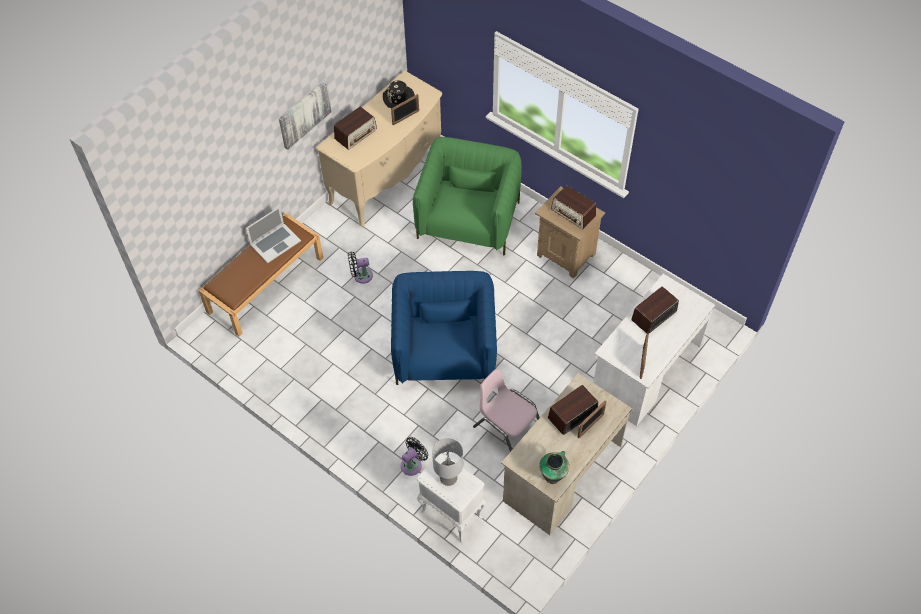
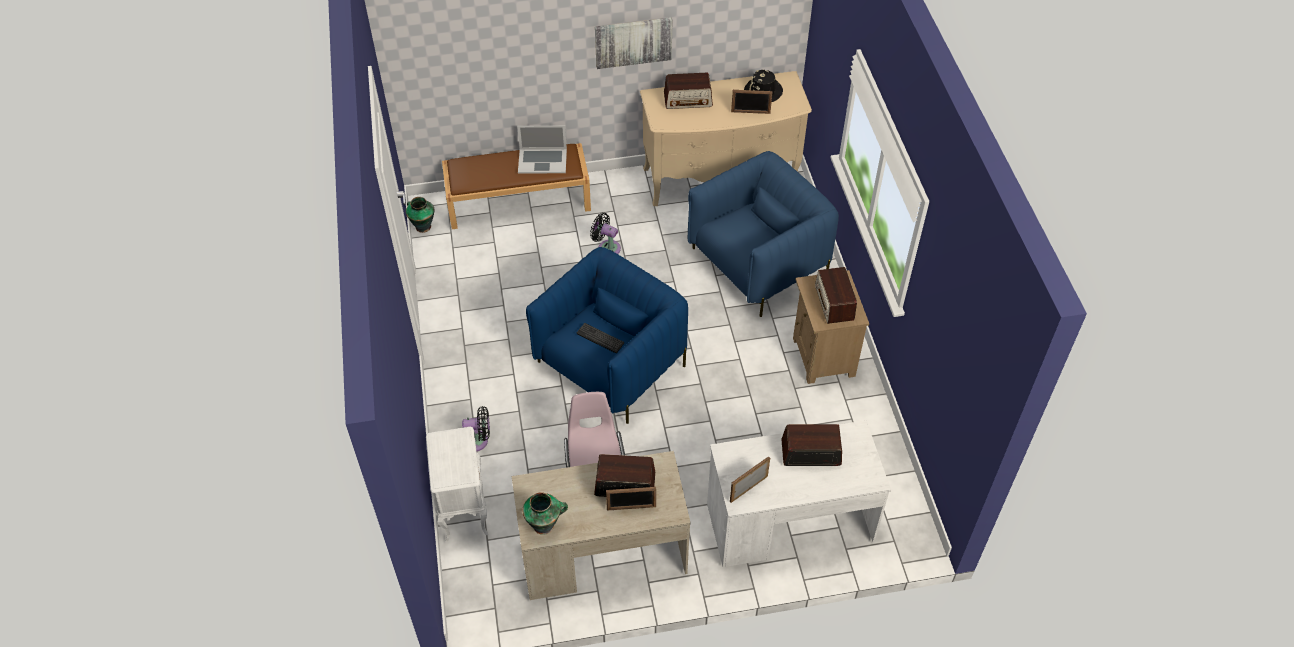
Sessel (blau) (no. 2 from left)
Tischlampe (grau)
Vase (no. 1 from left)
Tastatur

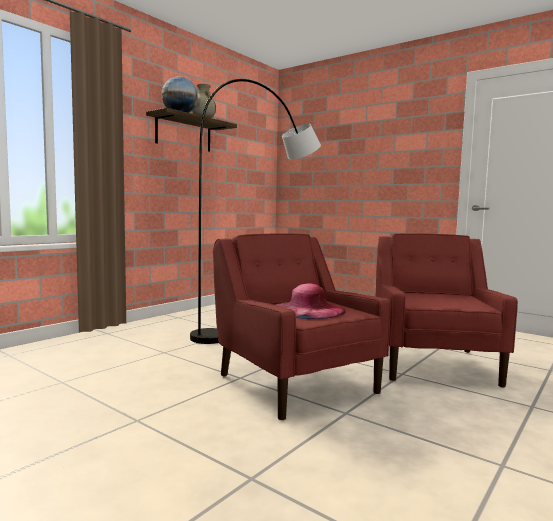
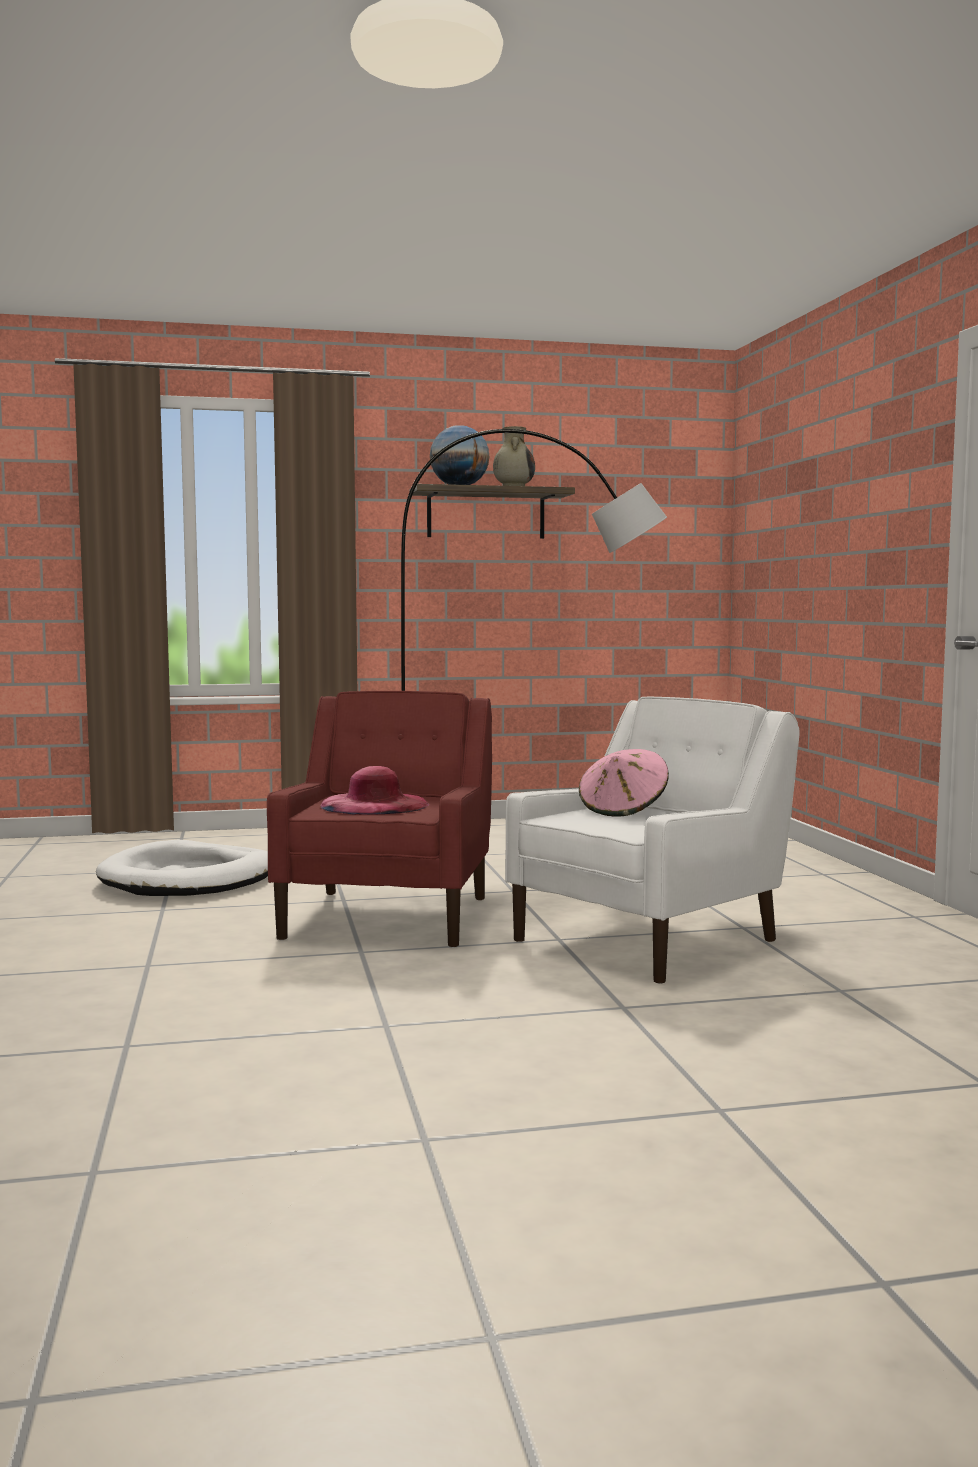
Sessel (weiß)
Hundebett (weiß)
Hut (rosa) (no. 2 from left)

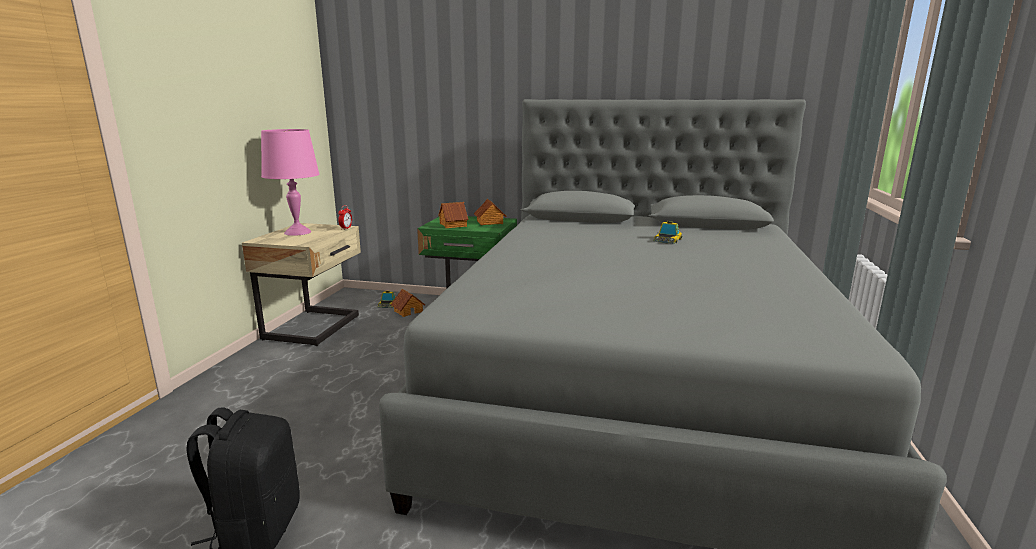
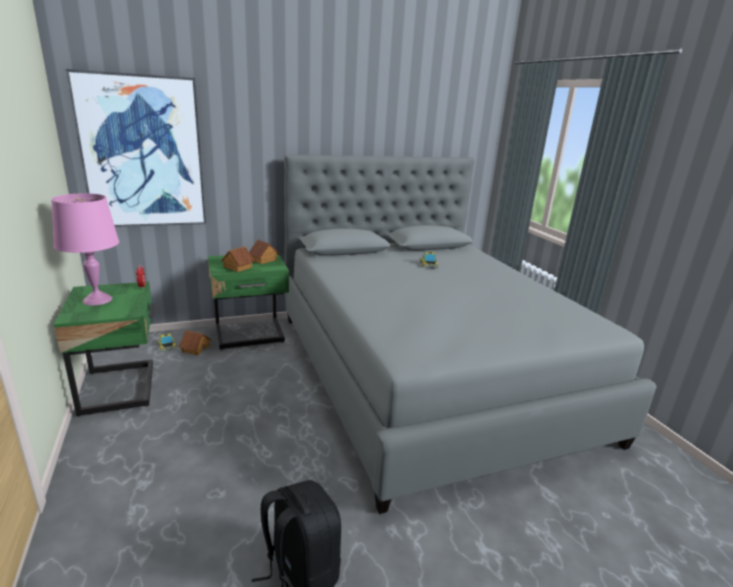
Nachttisch (grün) (no. 1 from left)
Bild

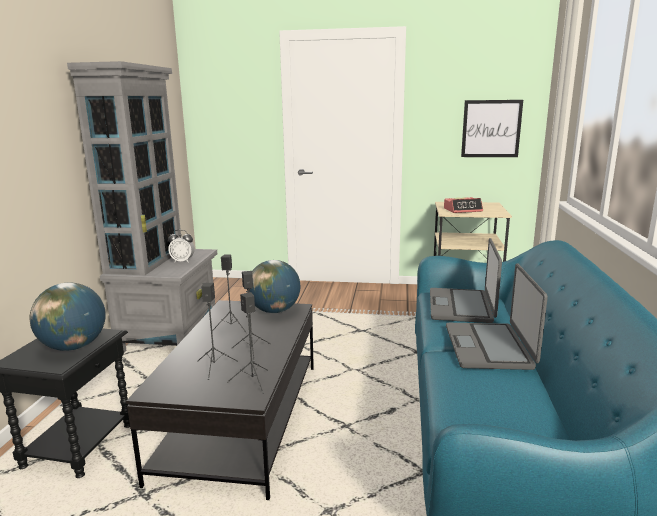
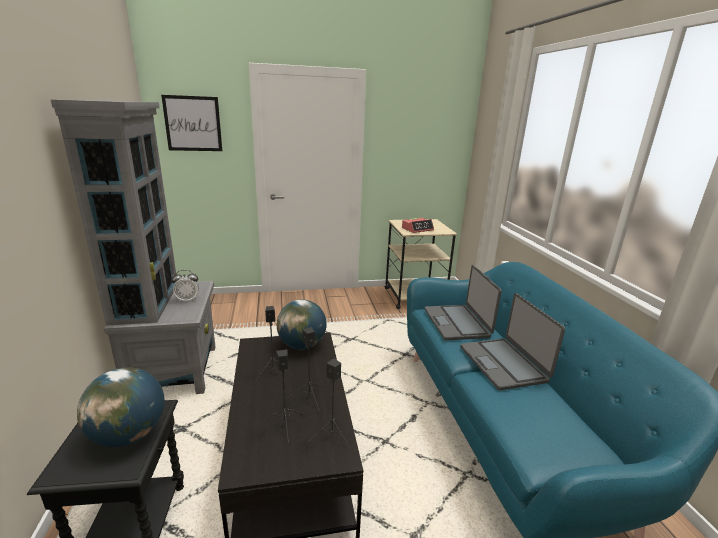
Bild

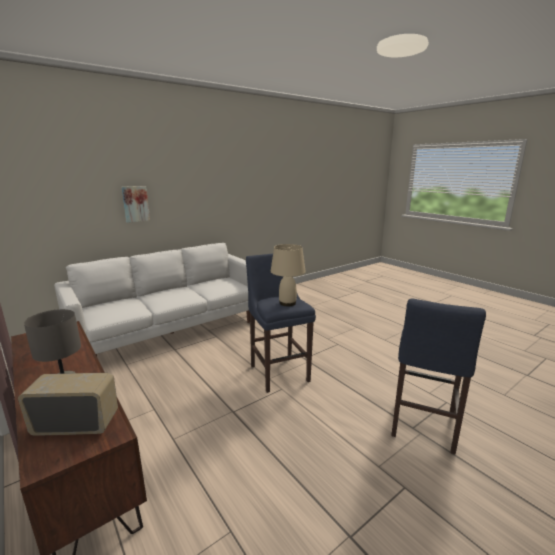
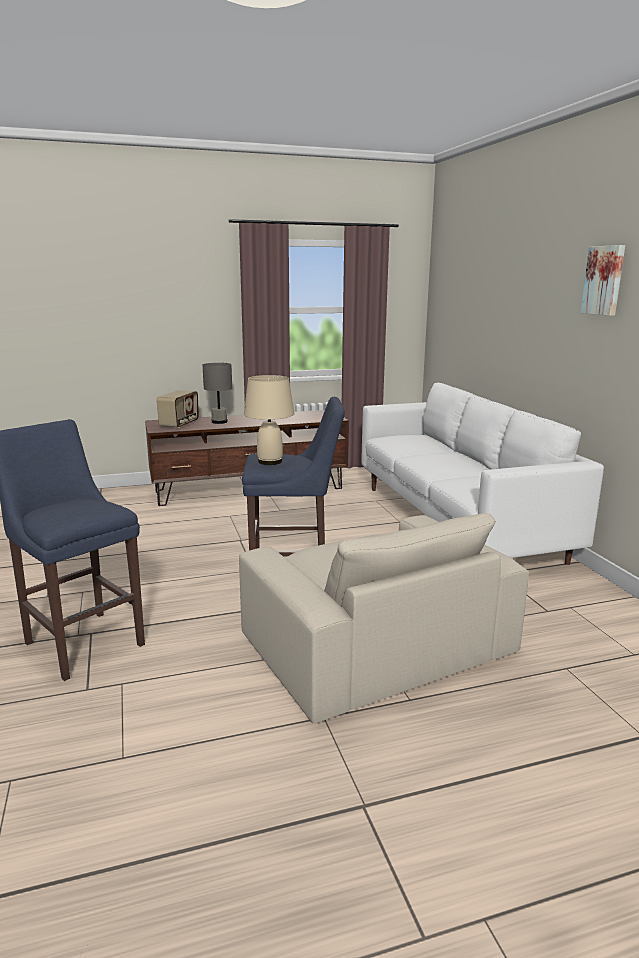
Bild
Sessel (beige)

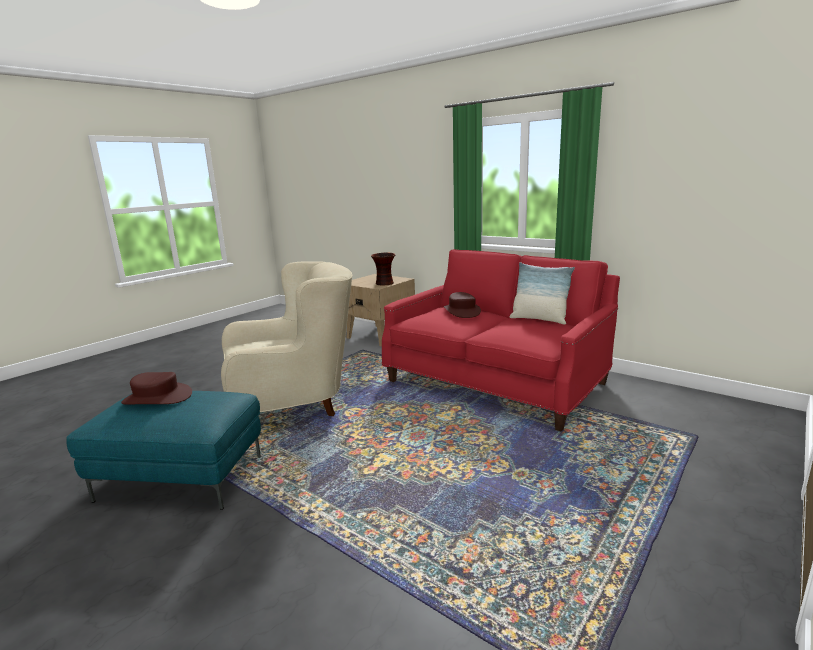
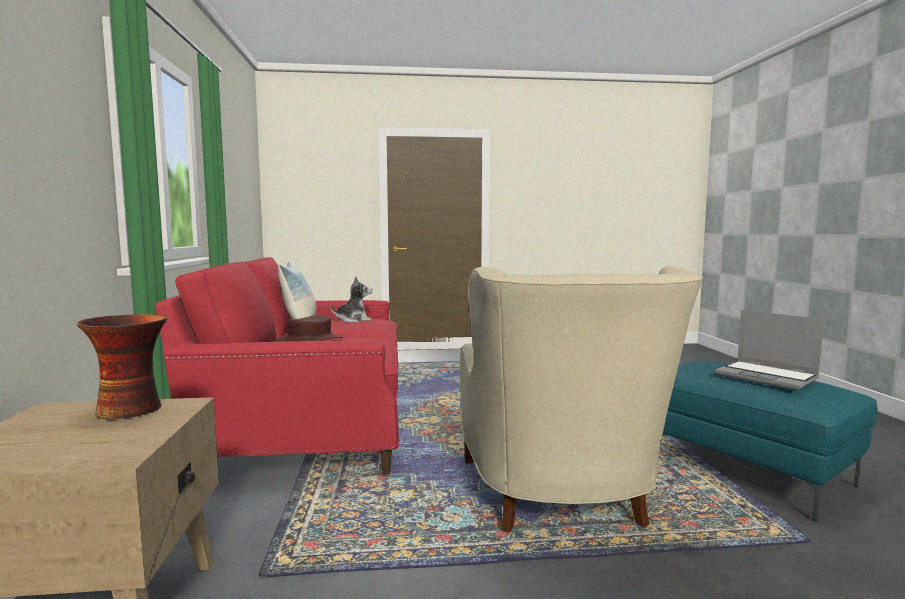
Laptop
Sessel (beige)
Plüschtier

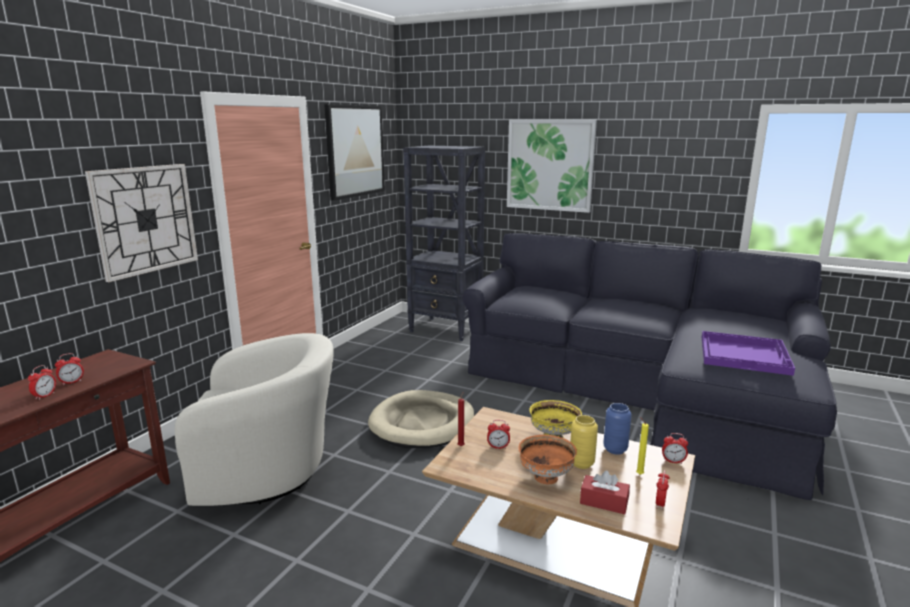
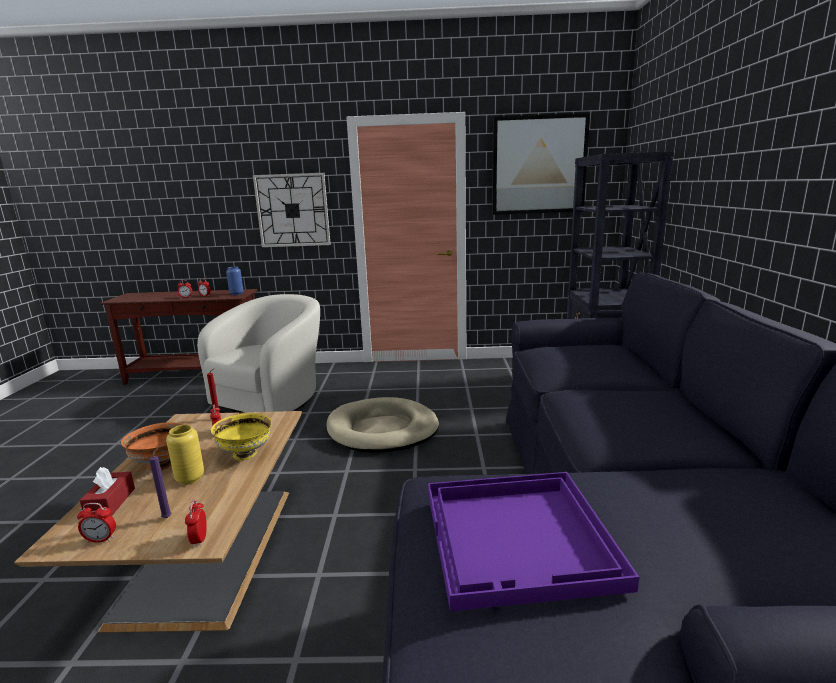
Sessel (beige)
Bild (no. 2 from left in the first image)
Vase (blau)
Kerze (lila)

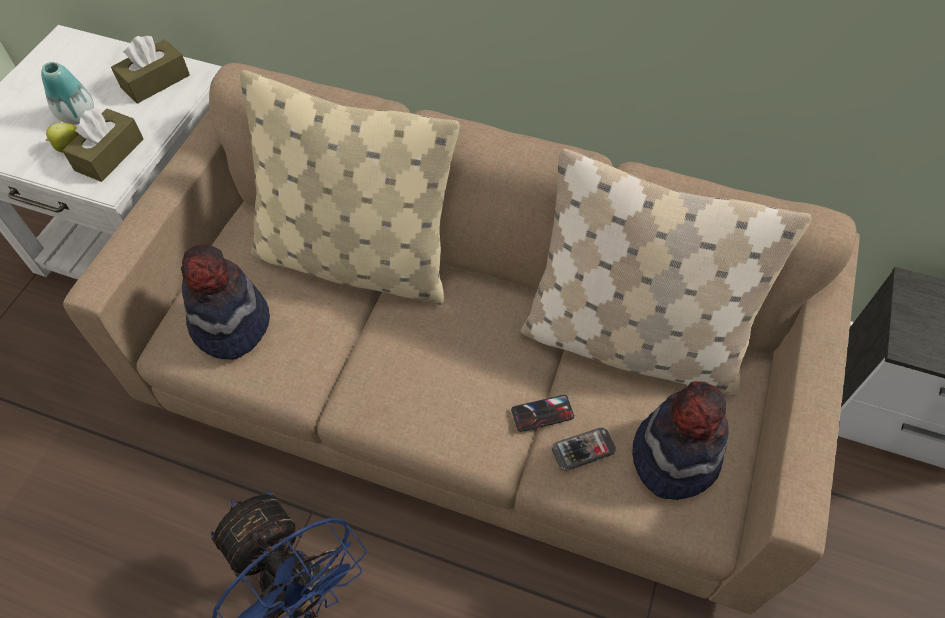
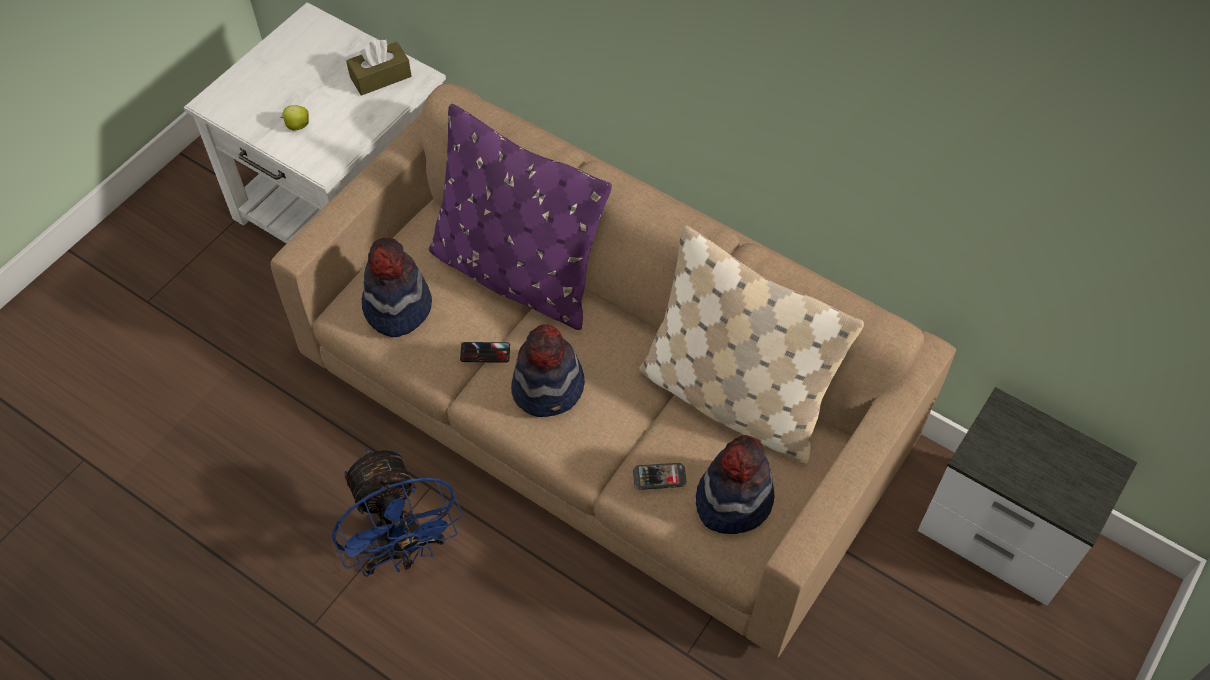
Vase
Taschentuchbox (braun) (no. 1 from left in the first image)
Kissen (lila)
Handy (no. 1 from left)
Hut (no. 2 from left)

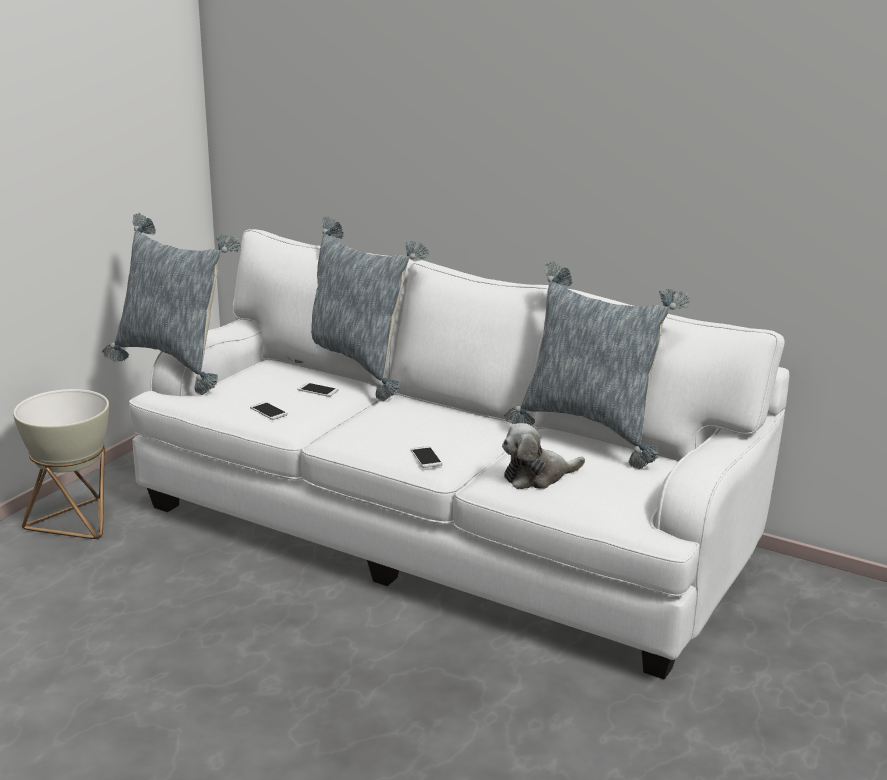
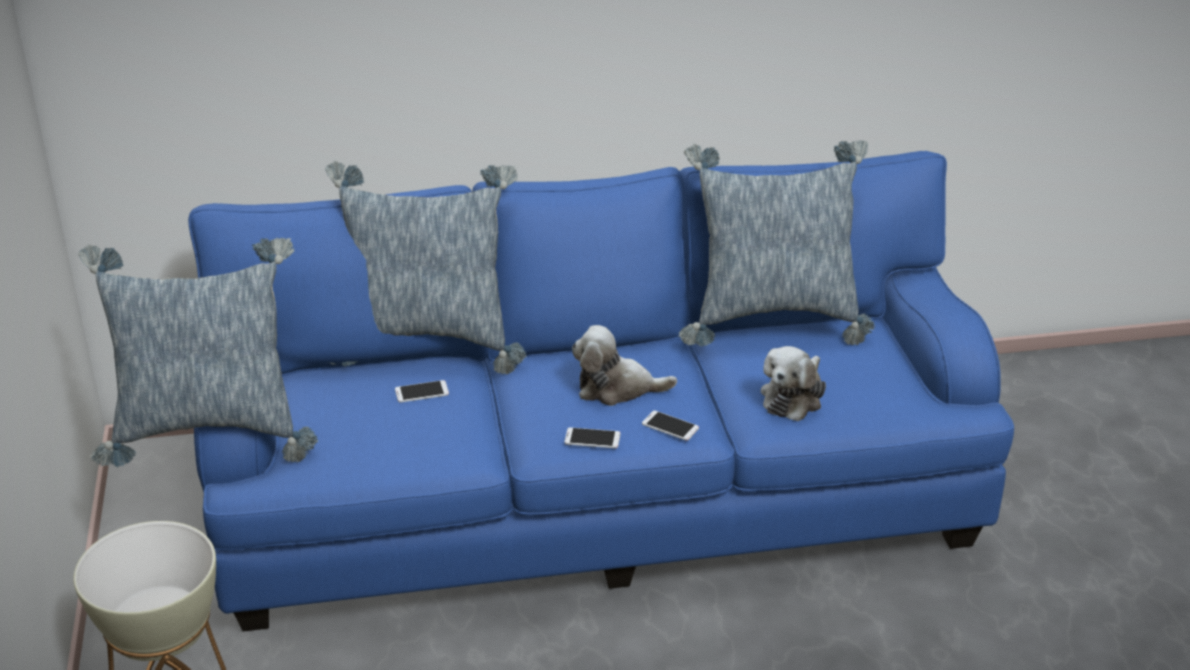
Sofa (blau)
Handy (no. 2 from left)
Plüschtier (no. 1 from left)

